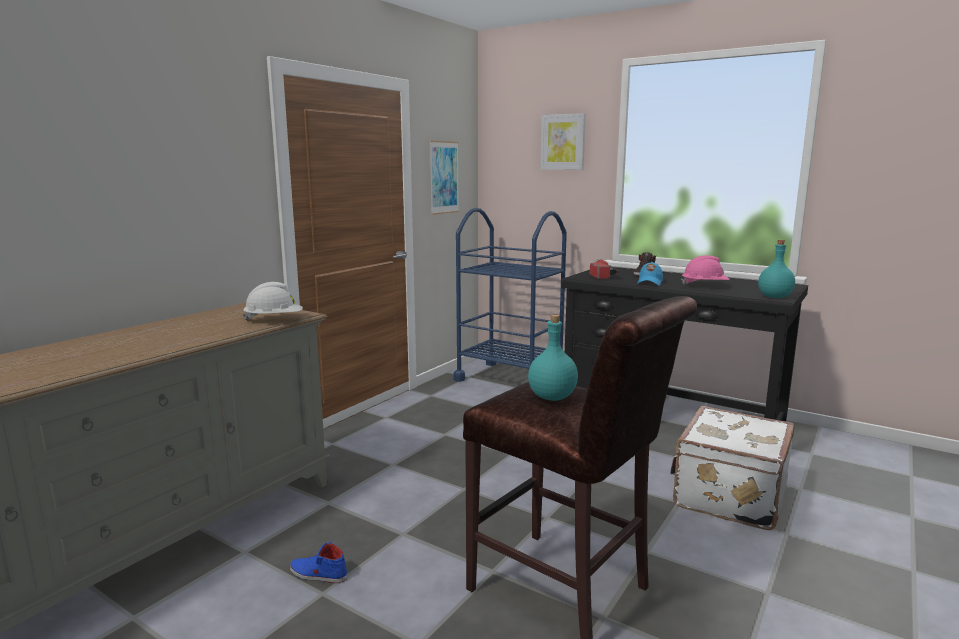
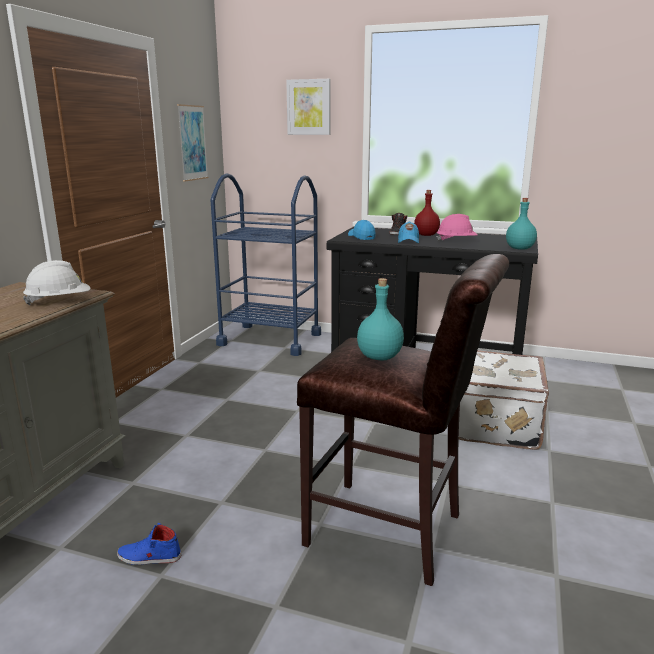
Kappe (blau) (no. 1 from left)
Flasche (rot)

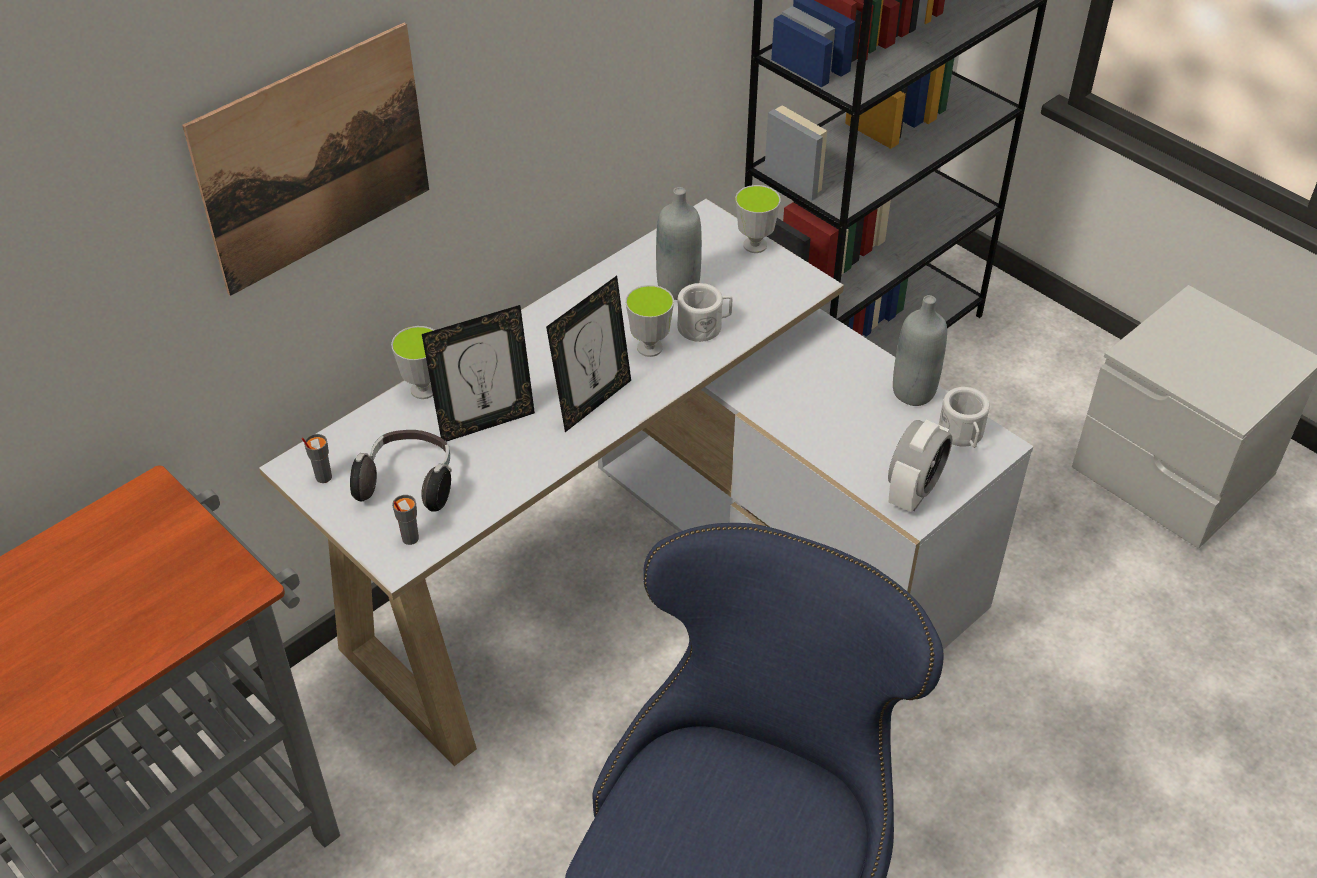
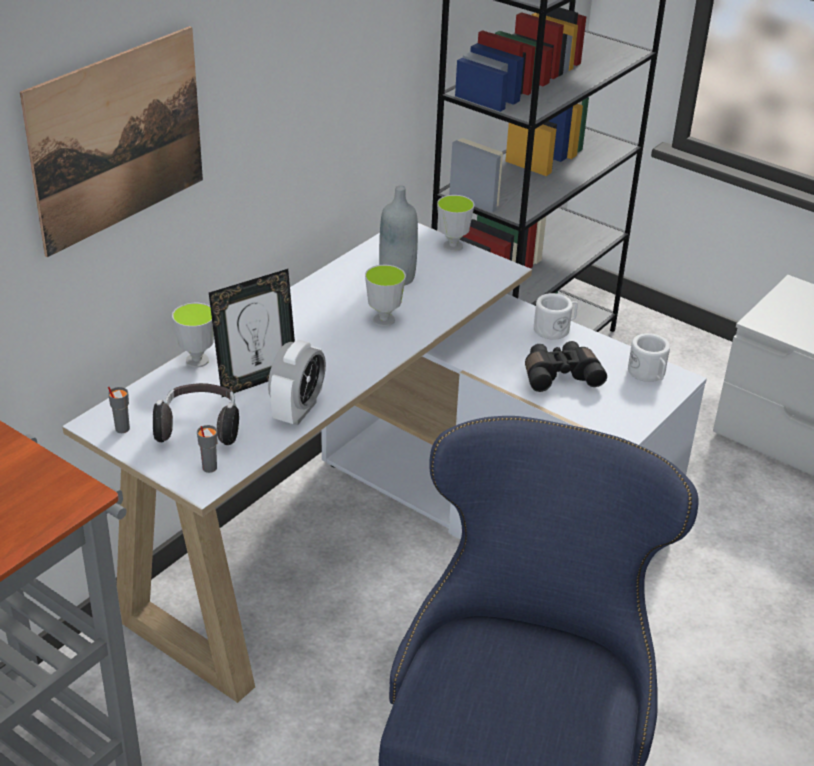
Bilderrahmen (no. 2 from left in the first image)
Henkelbecher (weiß) (no. 1 from left)
Wecker
Flasche (grau) (no. 2 from left in the first image)
Fernglas (schwarz)

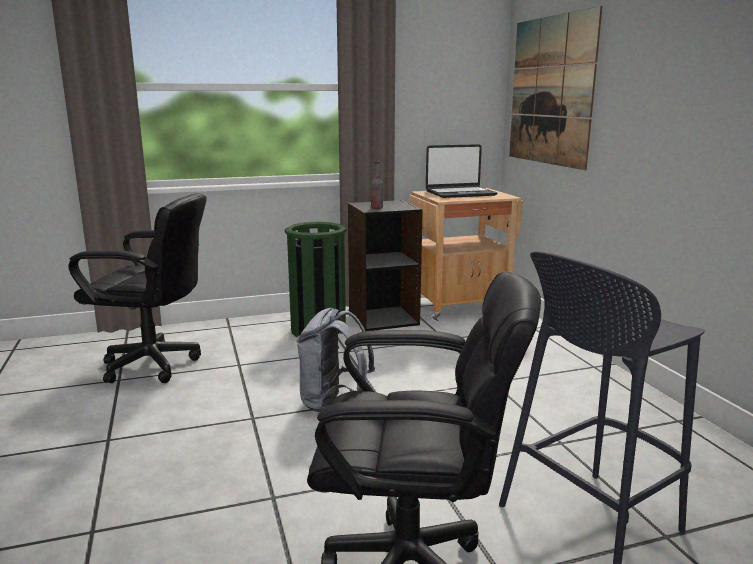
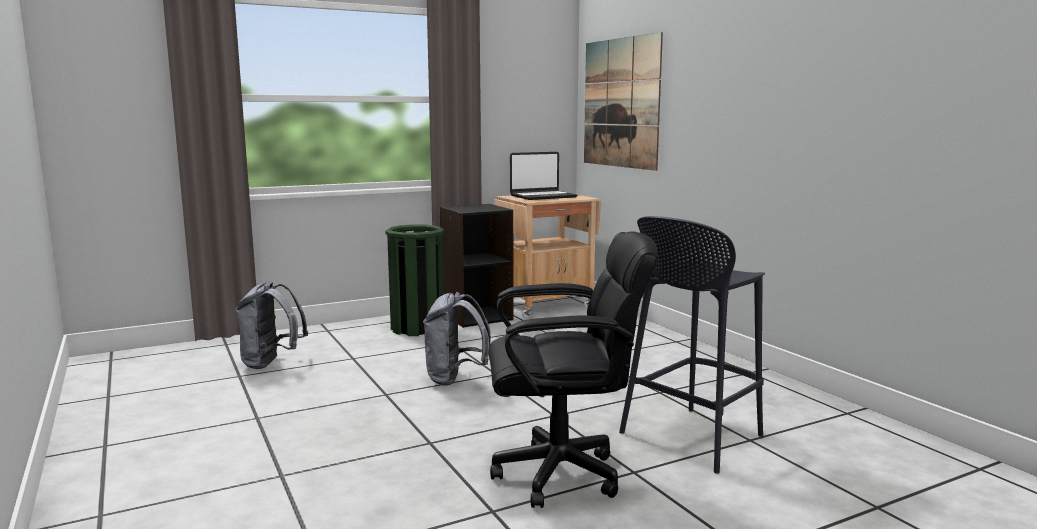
Rucksack (grau) (no. 1 from left)
Flasche

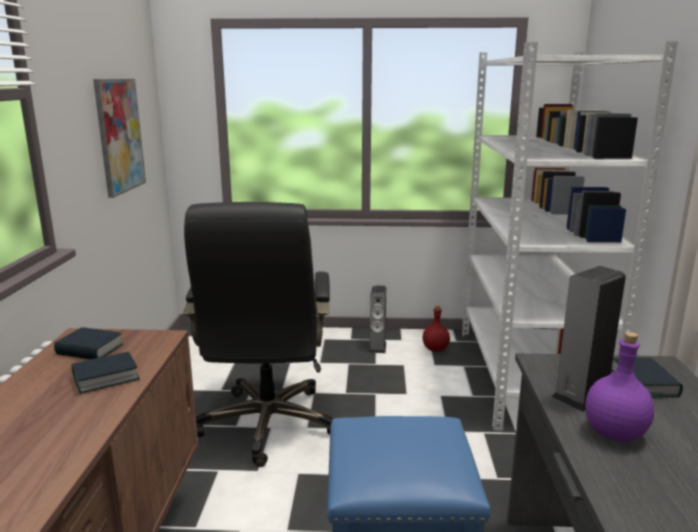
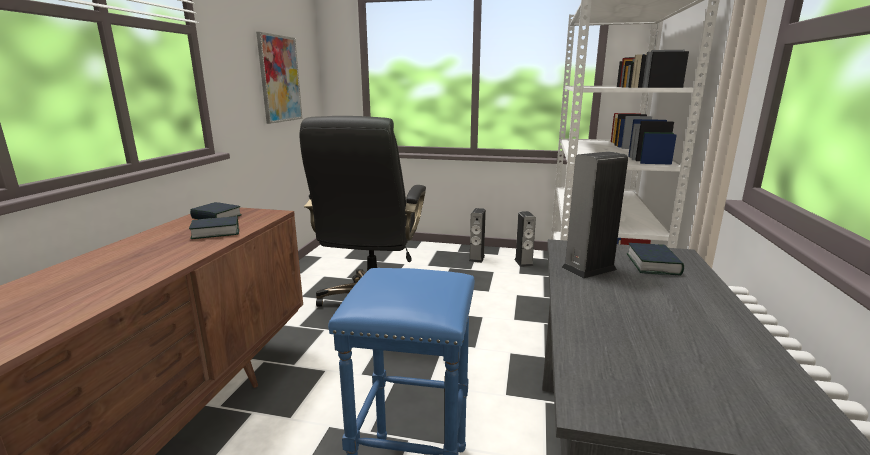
Lautsprecher (no. 2 from left)
Flasche (lila)

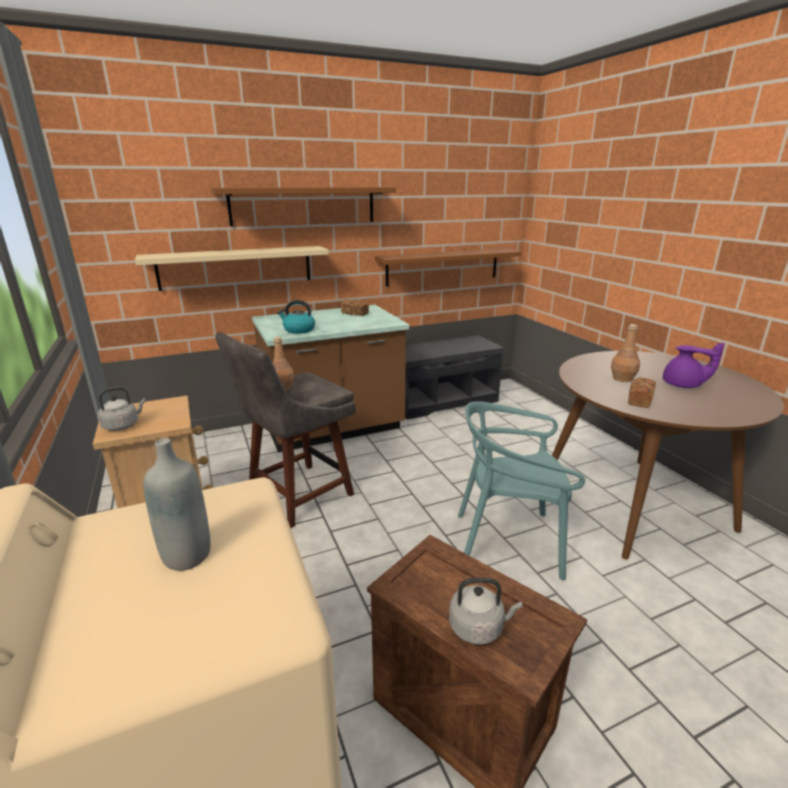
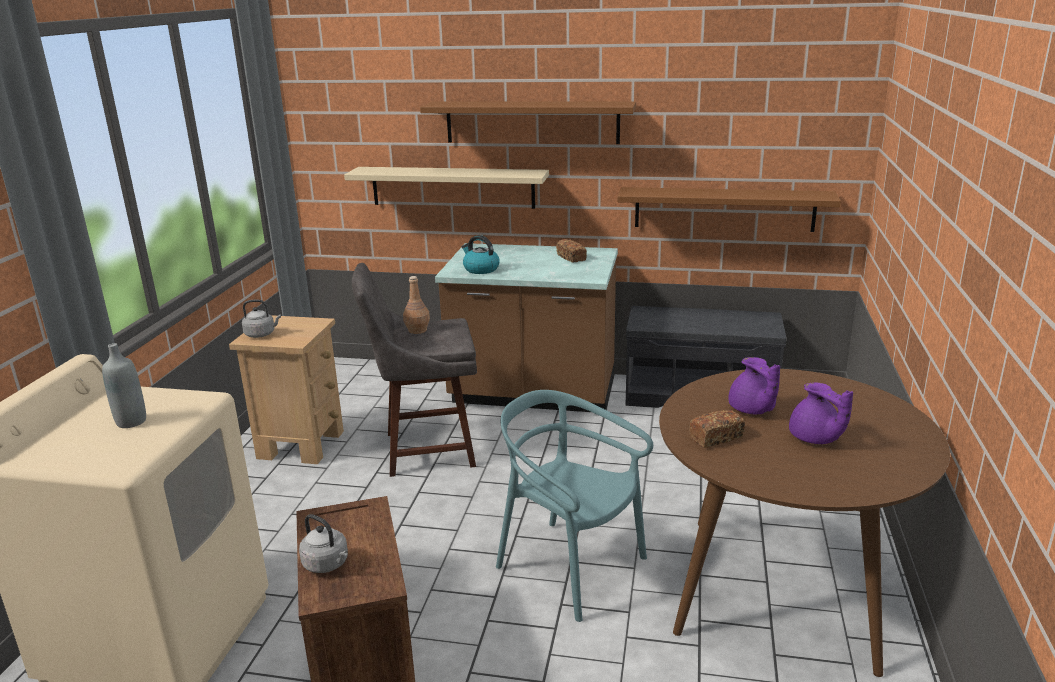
Teekanne (lila) (no. 1 from left)

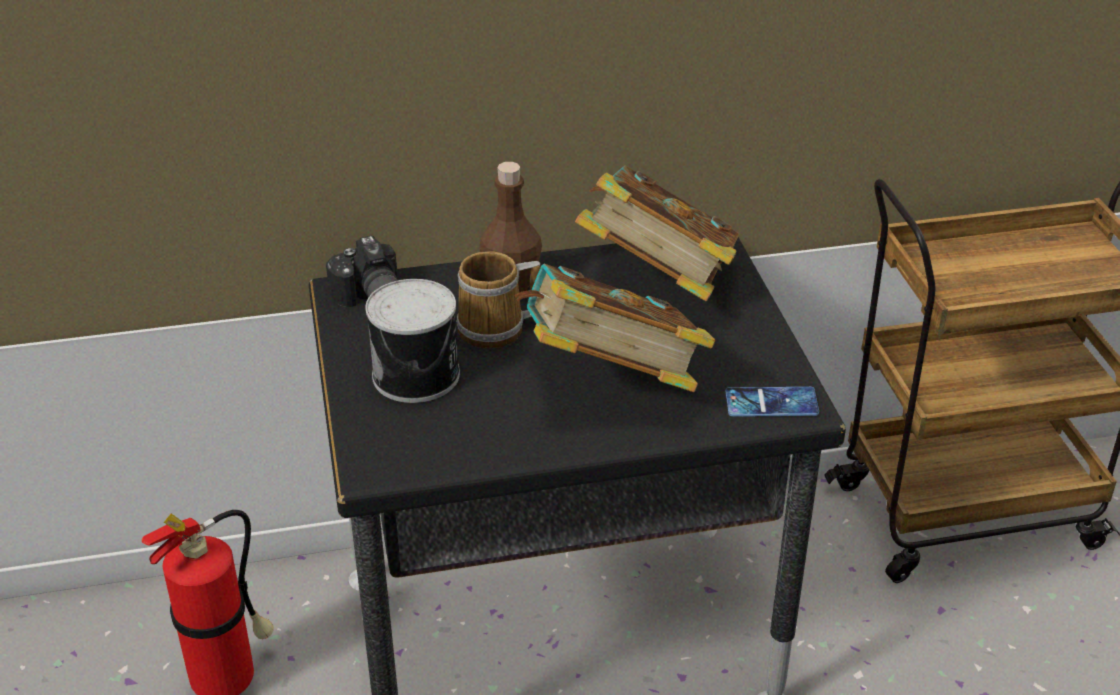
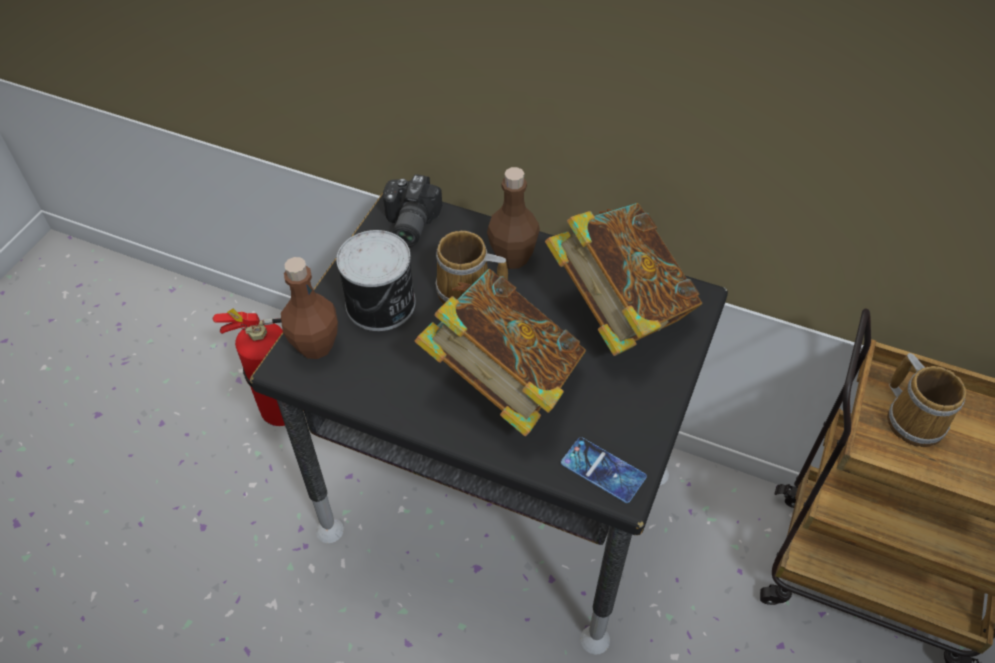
Flasche (braun) (no. 1 from left)
Henkelbecher (no. 2 from left)

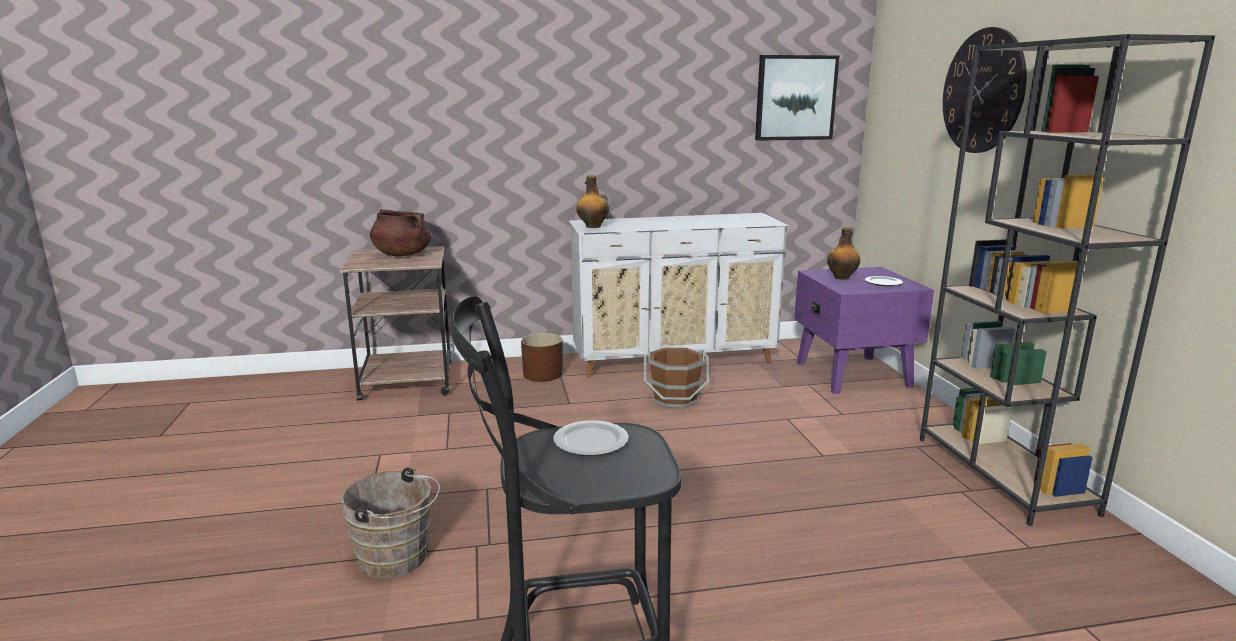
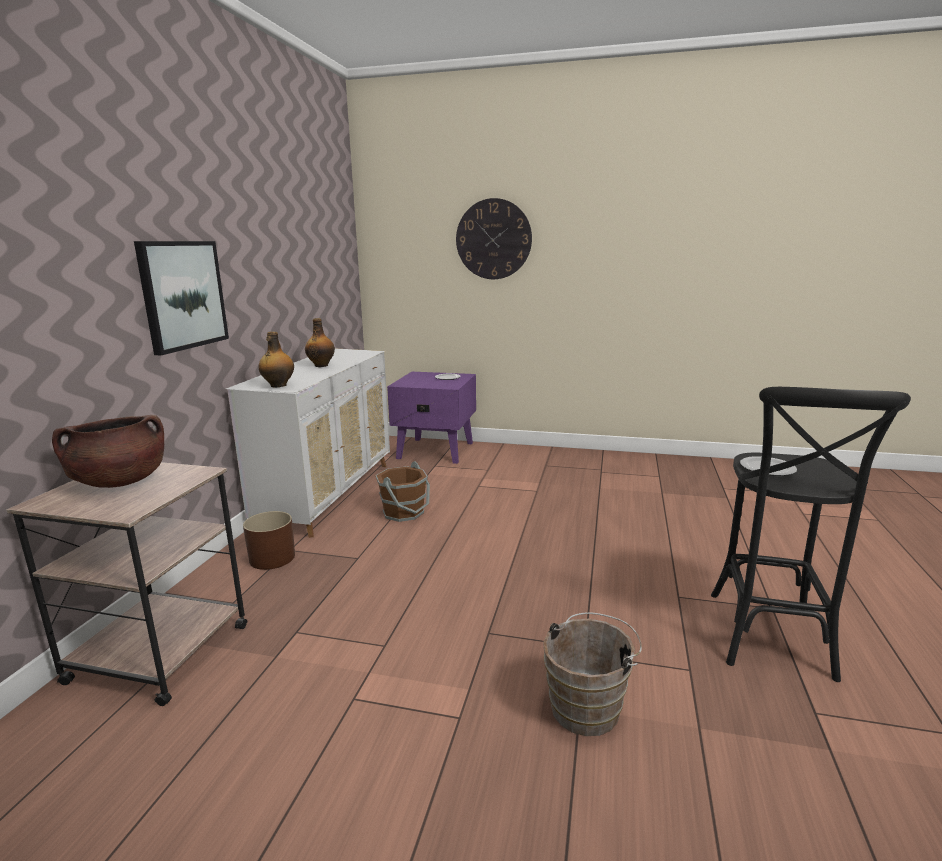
Bild
Flasche (no. 2 from left)
Bücherregal

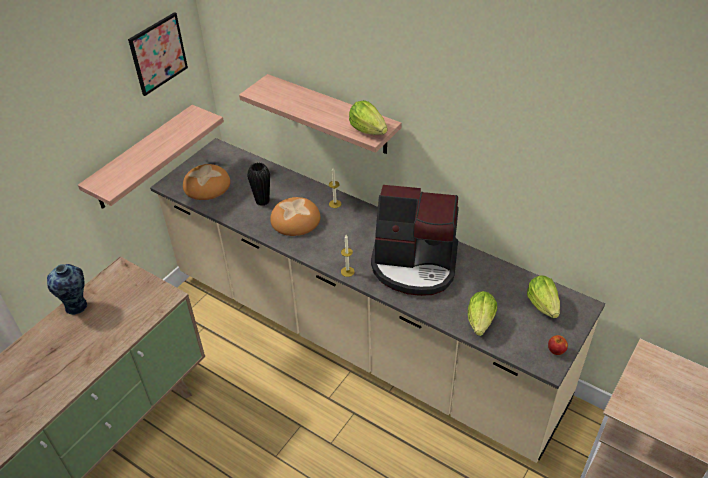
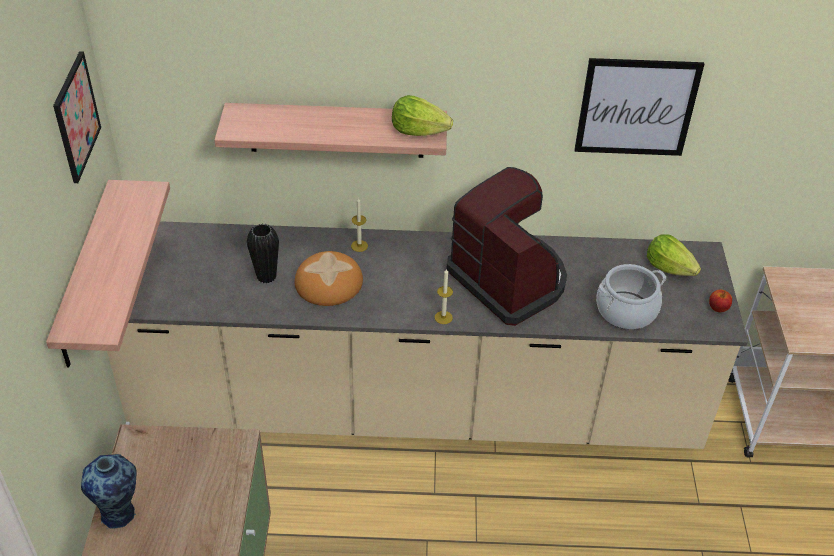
Brot (no. 1 from left in the first image)
Kaffeemaschine
Kochtopf
Bild (no. 2 from left)

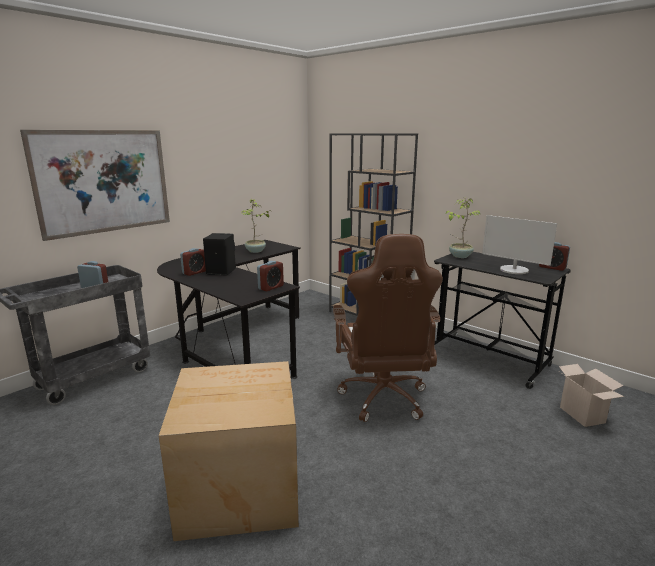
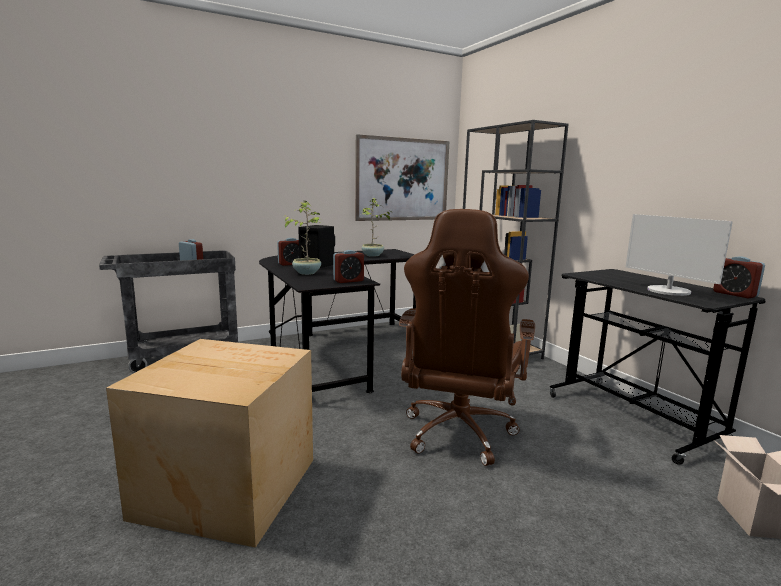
Bild
Topfpflanze (no. 1 from left)

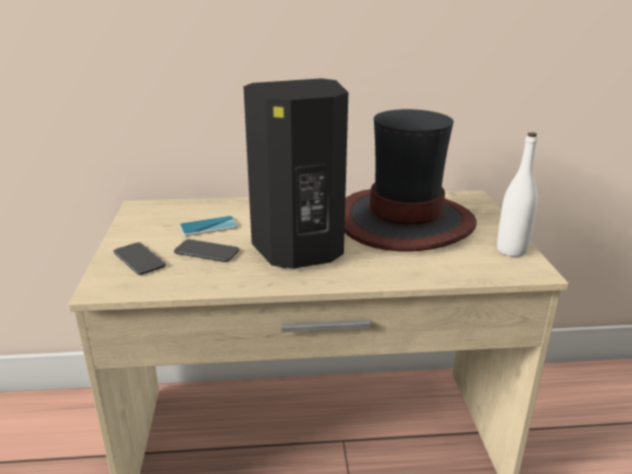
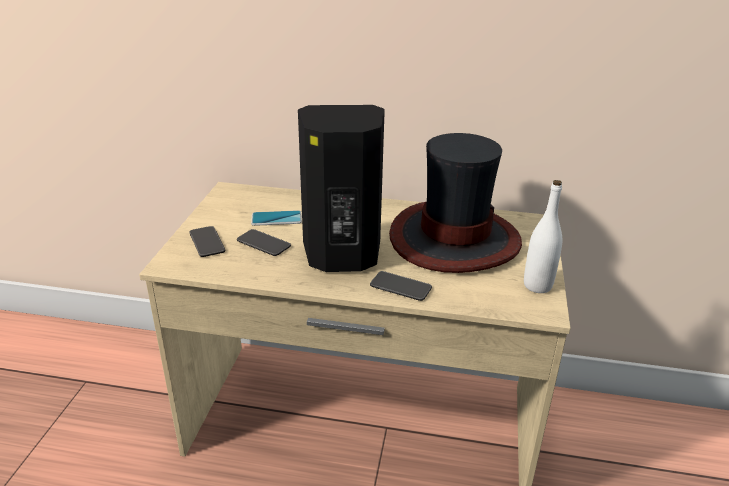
Handy (no. 4 from left)

